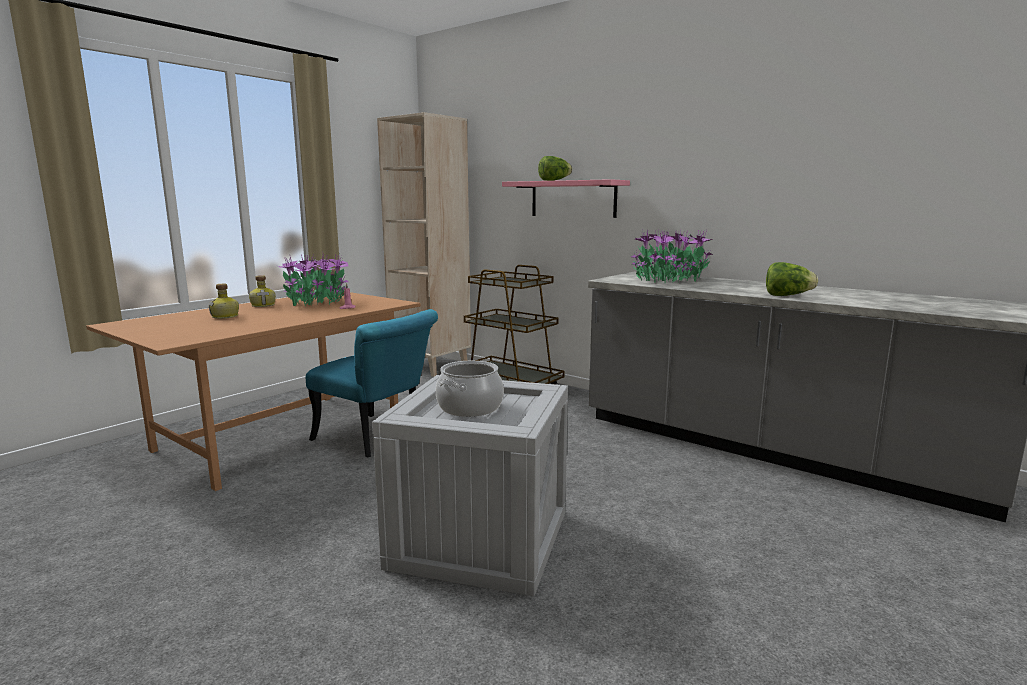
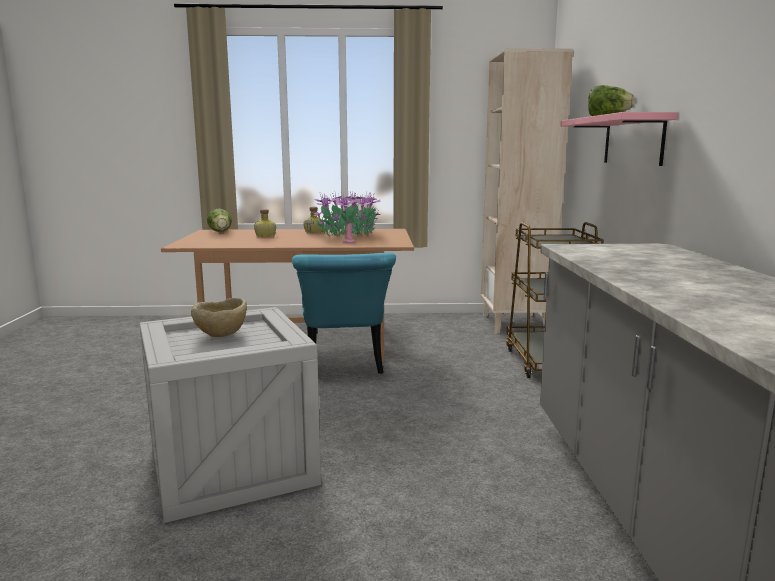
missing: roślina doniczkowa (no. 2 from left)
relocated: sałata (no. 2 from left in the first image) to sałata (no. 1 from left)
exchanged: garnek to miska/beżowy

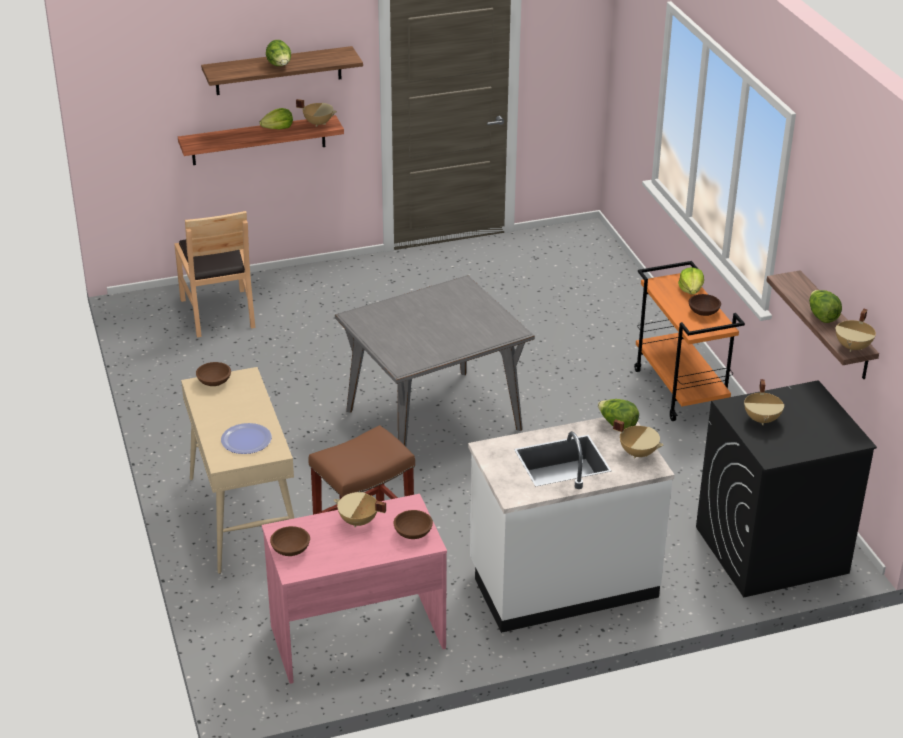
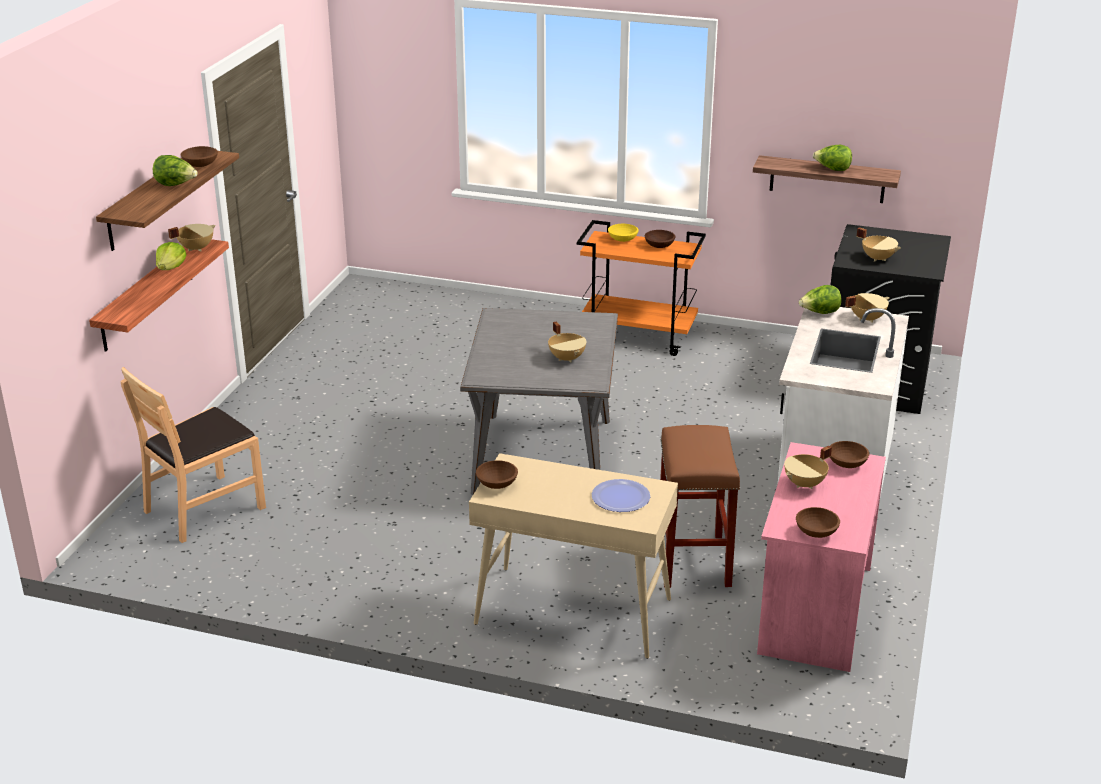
appeared: miska/brązowy (no. 1 from left)
relocated: garnek/beżowy (no. 5 from left in the first image) to garnek/beżowy (no. 2 from left)
exchanged: sałata (no. 4 from left) to miska/żółty
spun: krzesło/brązowy 120 degrees clockwise

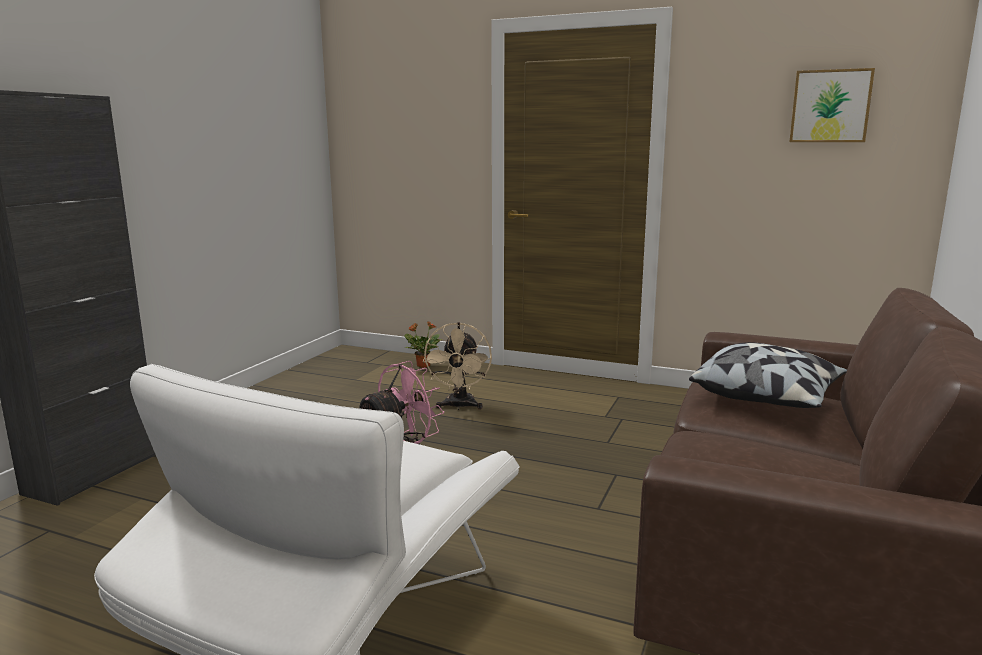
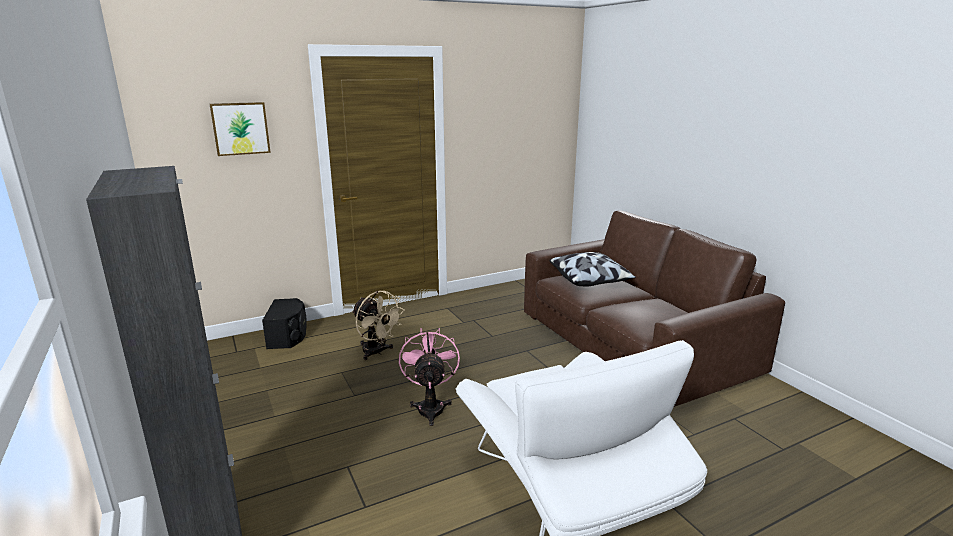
relocated: obraz
exchanged: roślina doniczkowa to głośnik/czarny

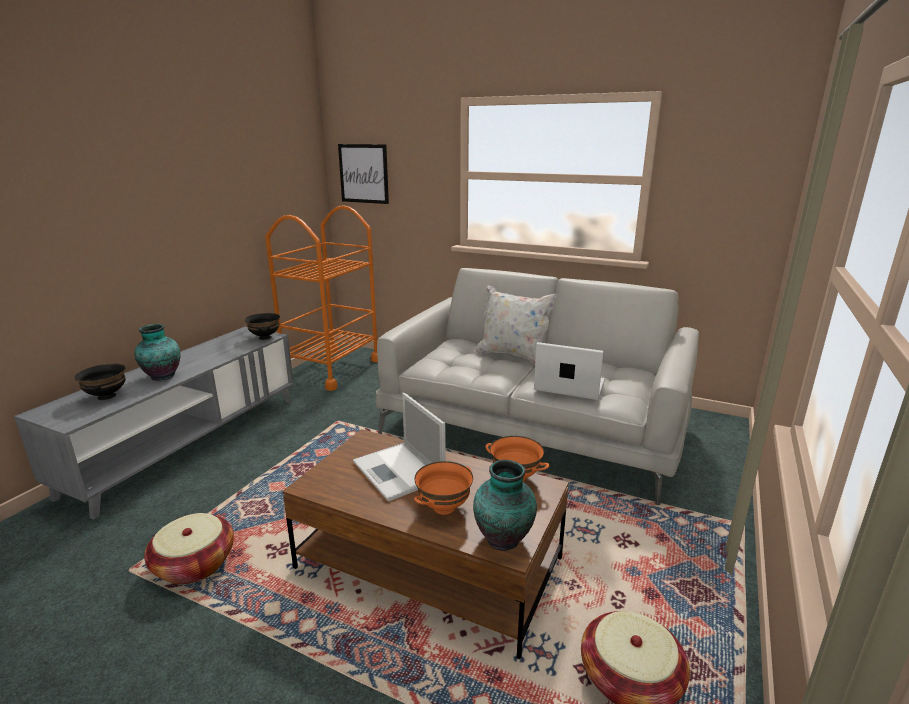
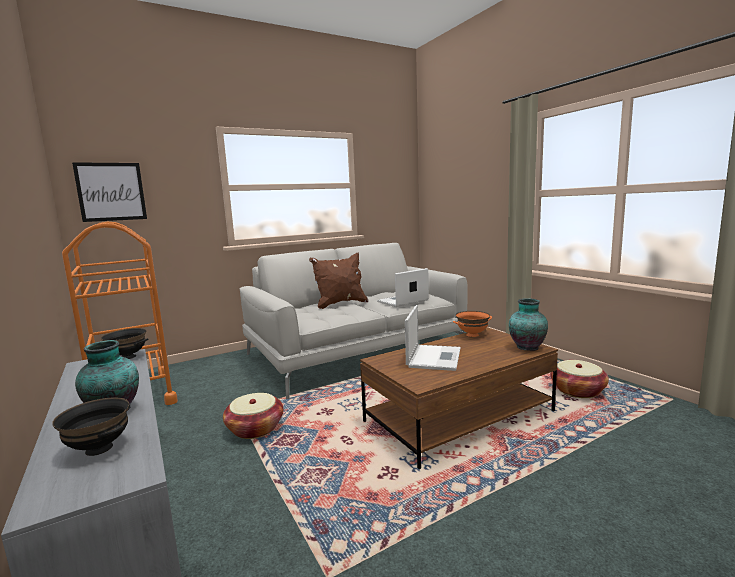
missing: miska/pomarańczowy (no. 1 from left)
relocated: koszyk (no. 1 from left)
colour: poduszka/biały to poduszka/brązowy
spun: laptop (no. 1 from left in the first image) 75 degrees counterclockwise

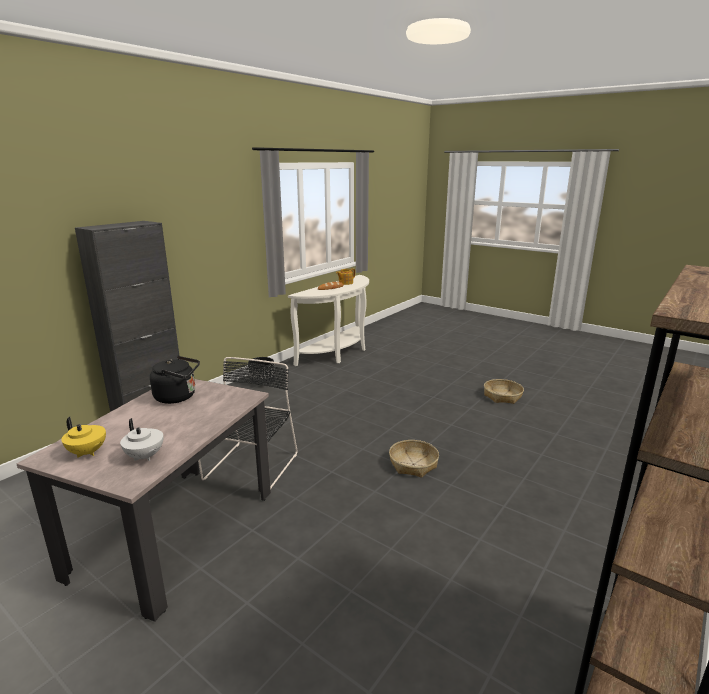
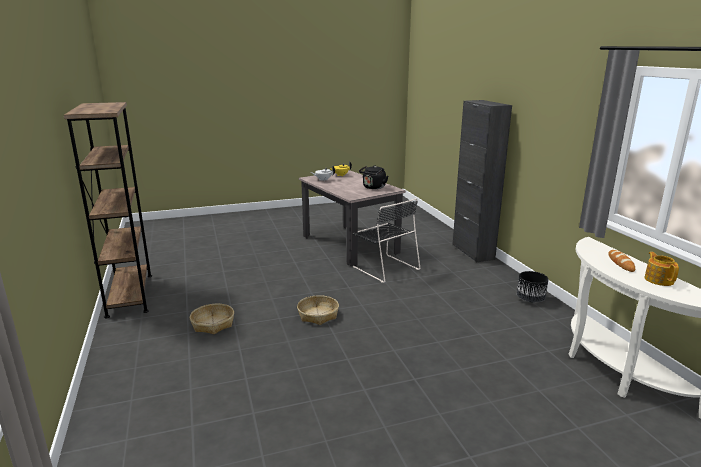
relocated: koszyk (no. 2 from left in the first image) to koszyk (no. 1 from left)

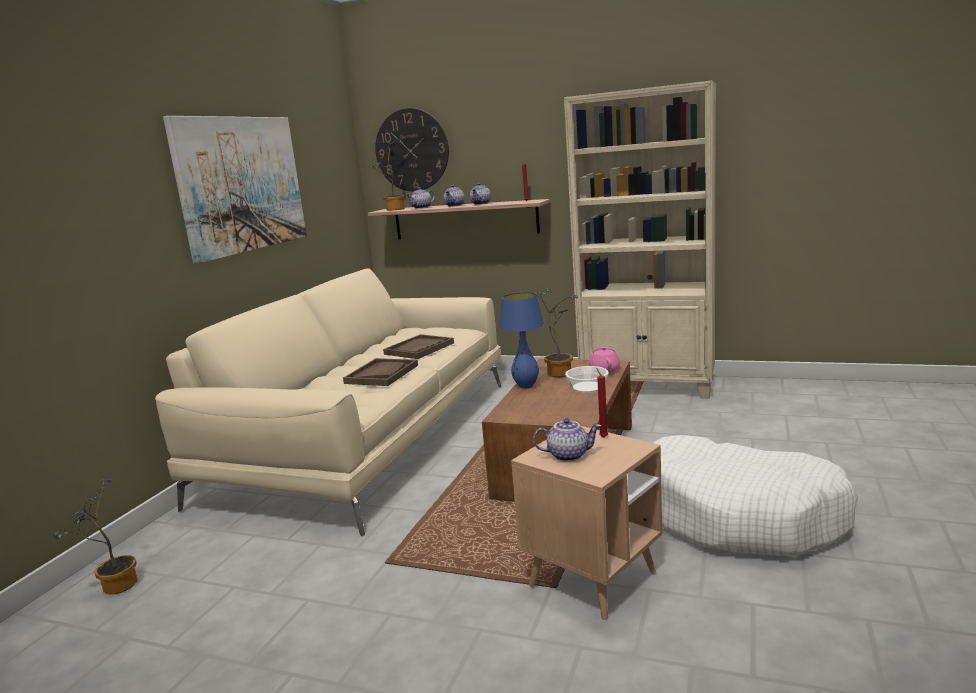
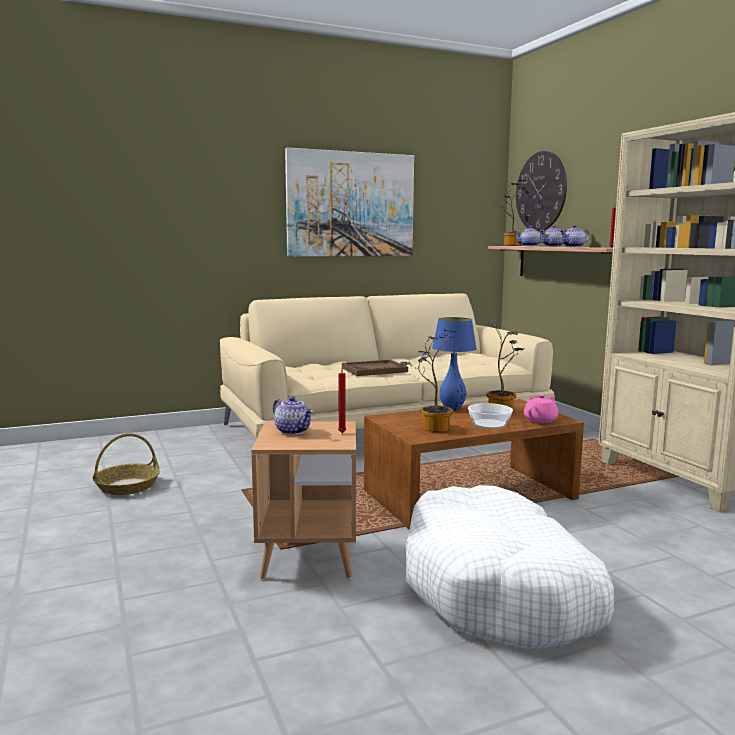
missing: taca/brązowy (no. 2 from left)
appeared: koszyk
relocated: roślina doniczkowa (no. 1 from left)

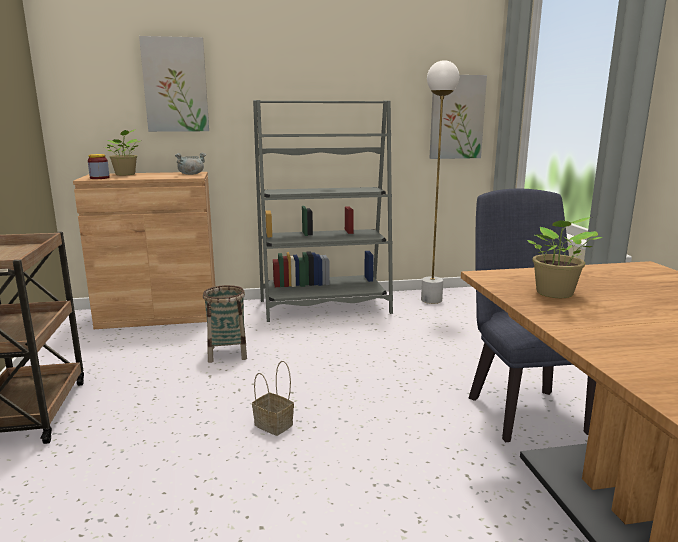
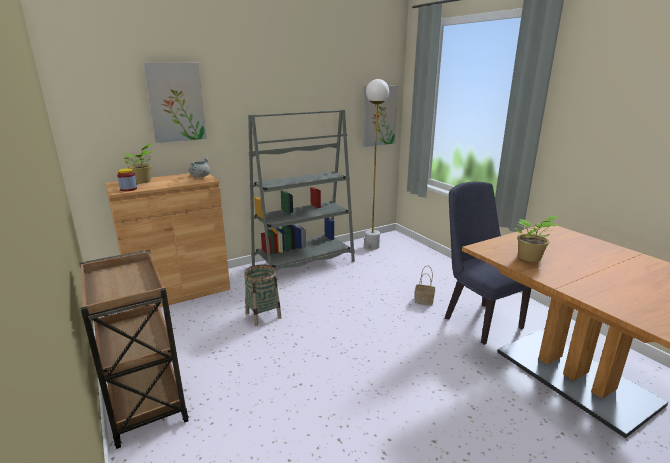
relocated: koszyk (no. 2 from left)

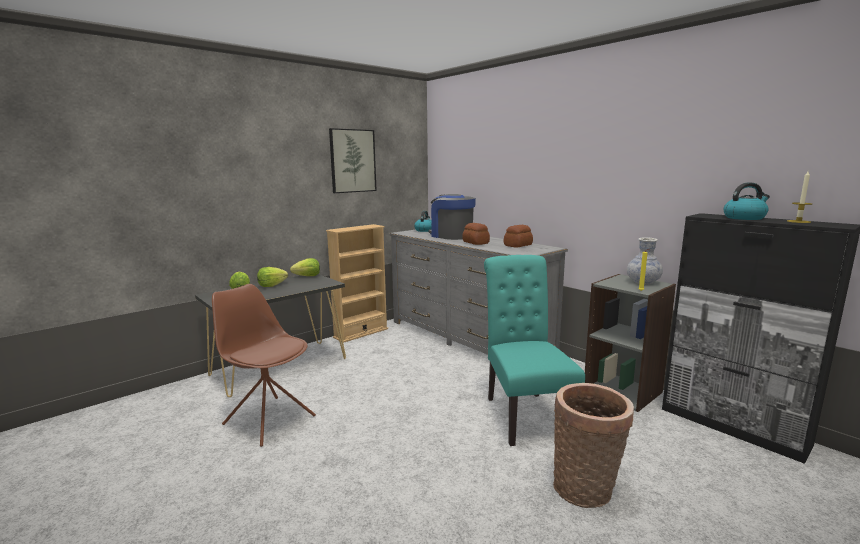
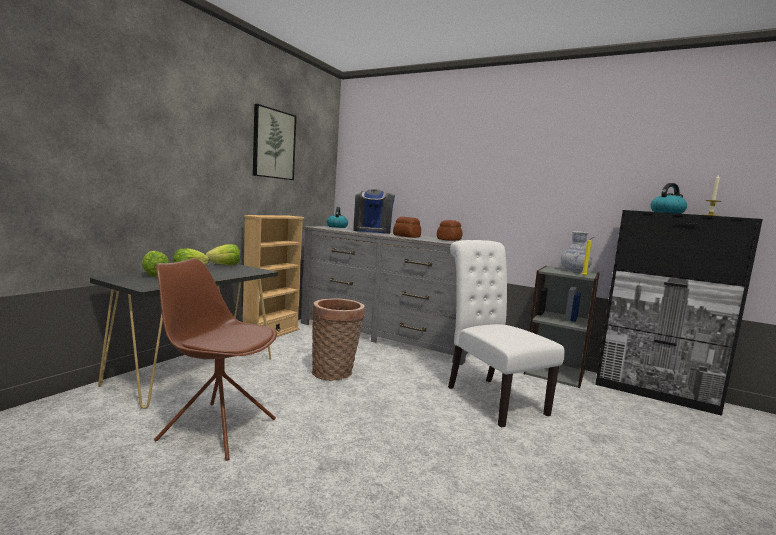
relocated: koszyk
colour: krzesło/turkusowy to krzesło/biały
spun: ekspres do kawy 120 degrees counterclockwise

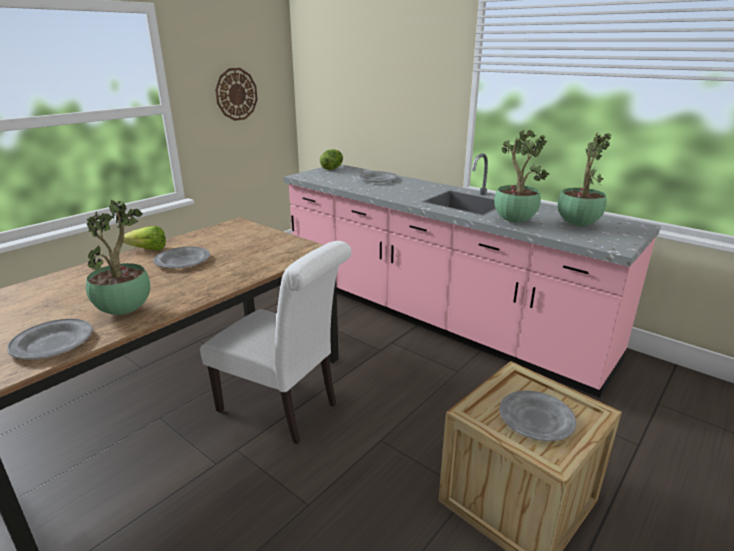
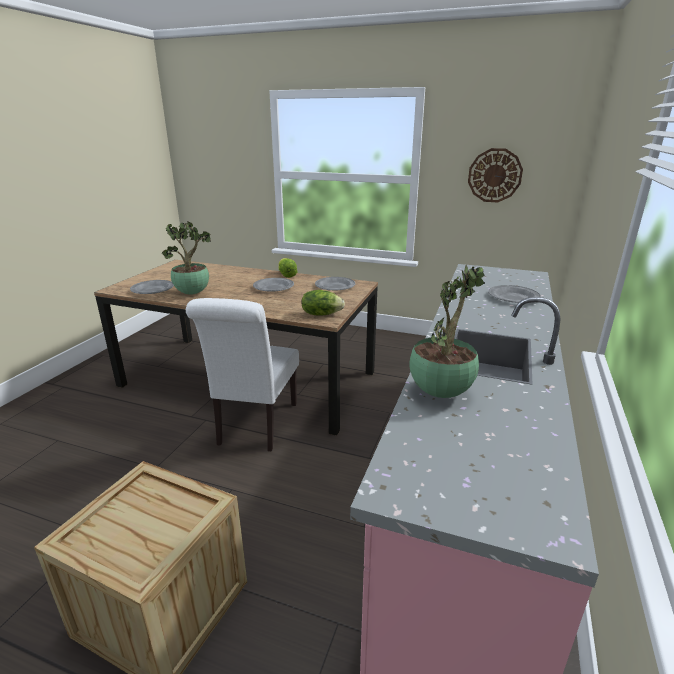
missing: roślina doniczkowa (no. 3 from left)
relocated: sałata (no. 2 from left); talerz/szary (no. 4 from left in the first image) to talerz/szary (no. 3 from left)

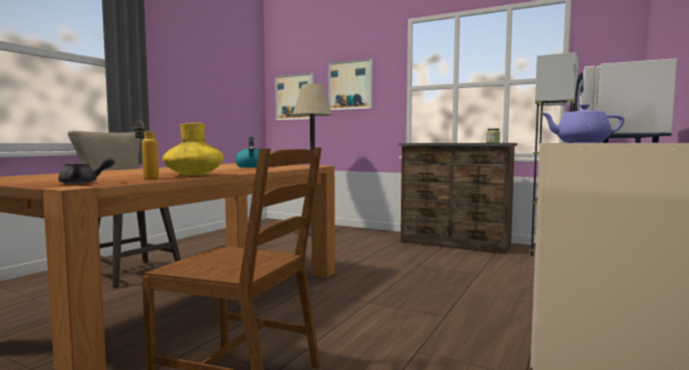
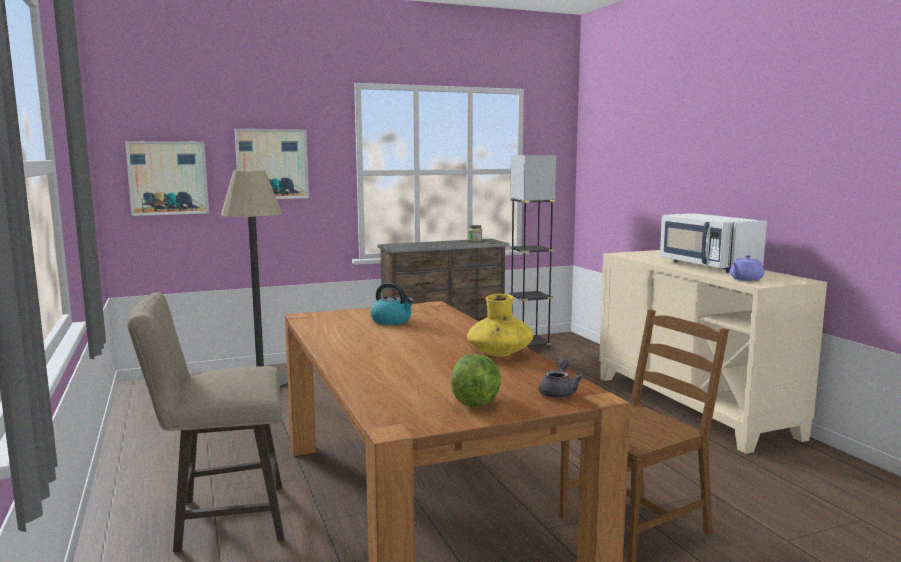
missing: butelka
appeared: sałata

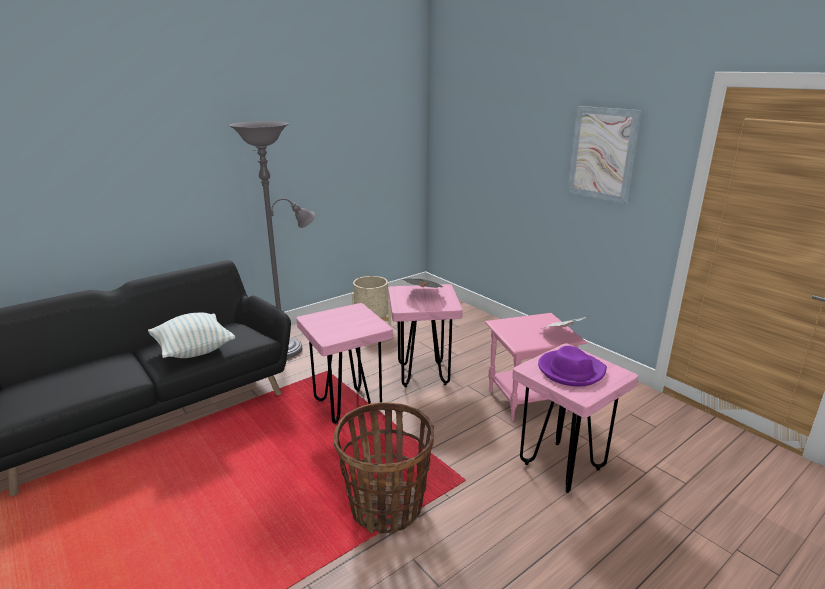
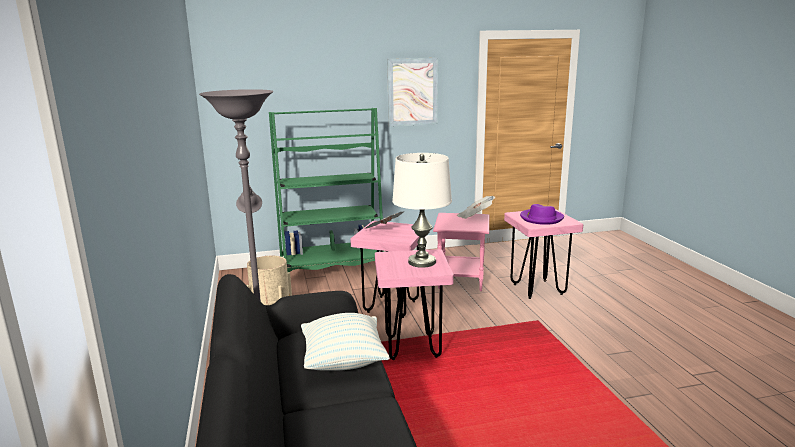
missing: koszyk
appeared: regał/zielony; lampa stołowa/biały

